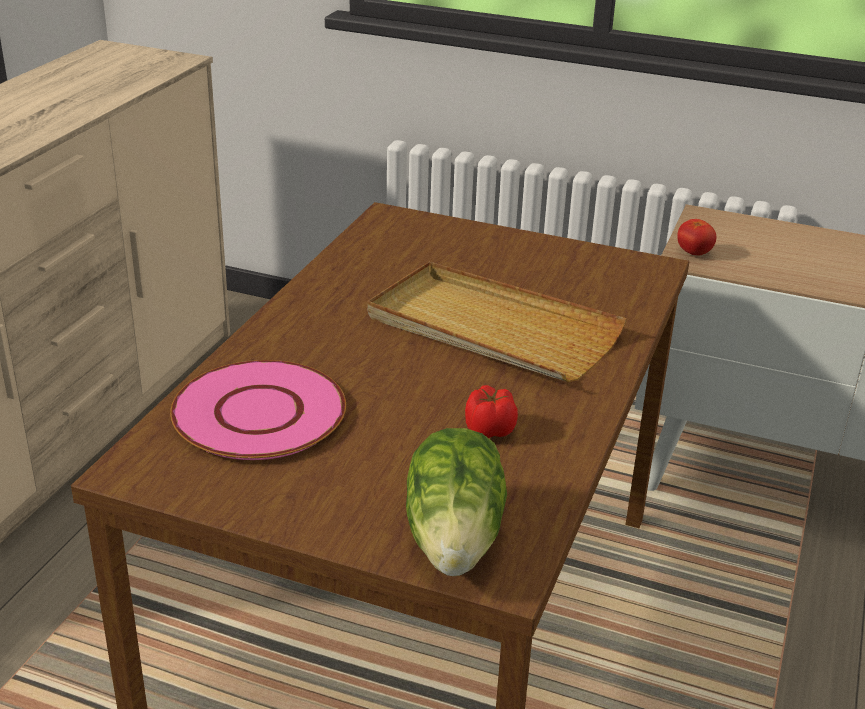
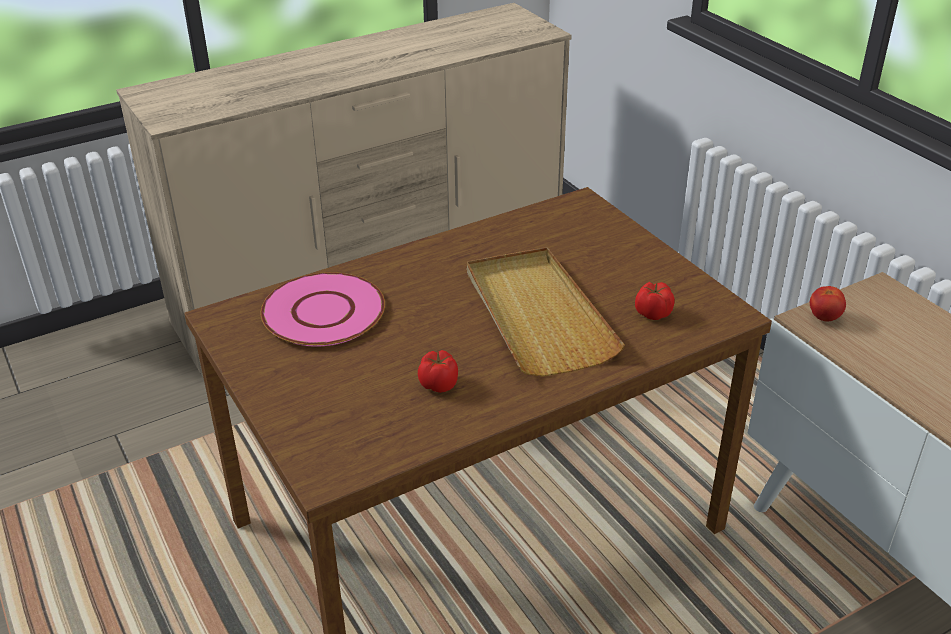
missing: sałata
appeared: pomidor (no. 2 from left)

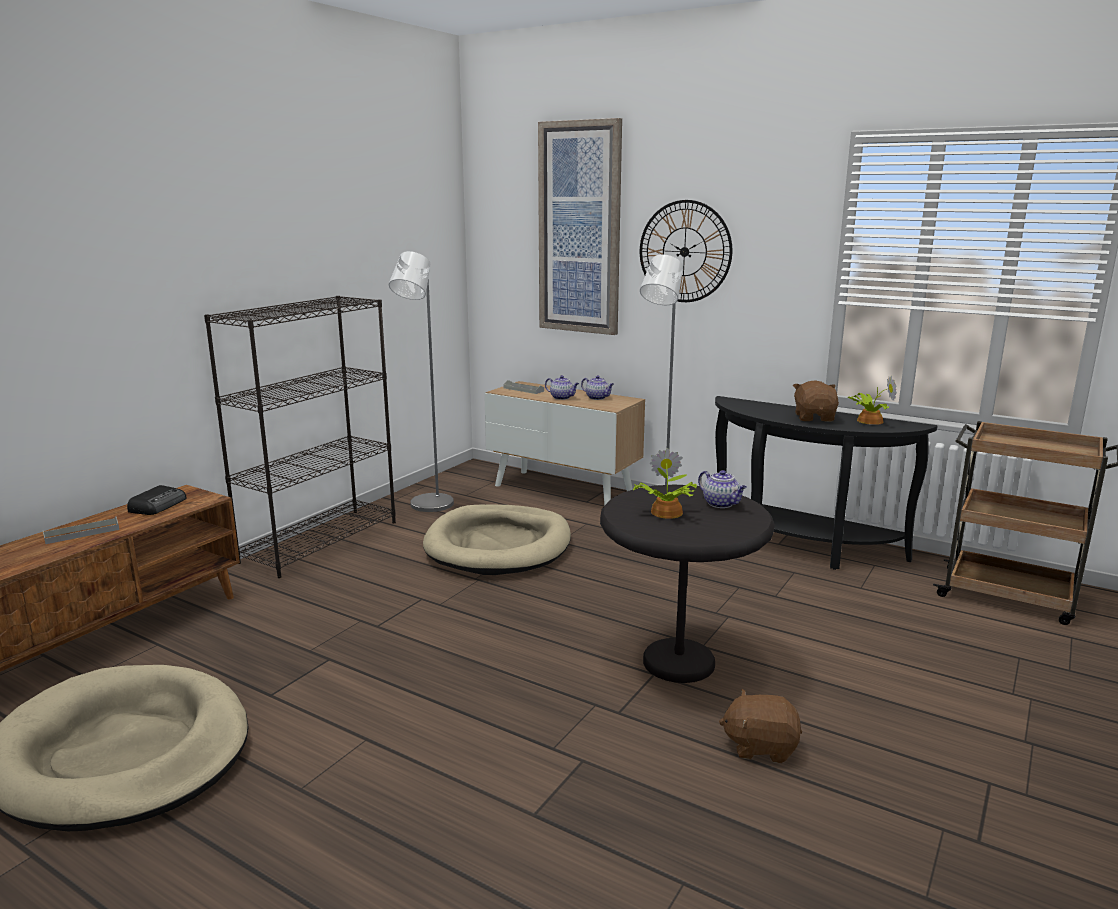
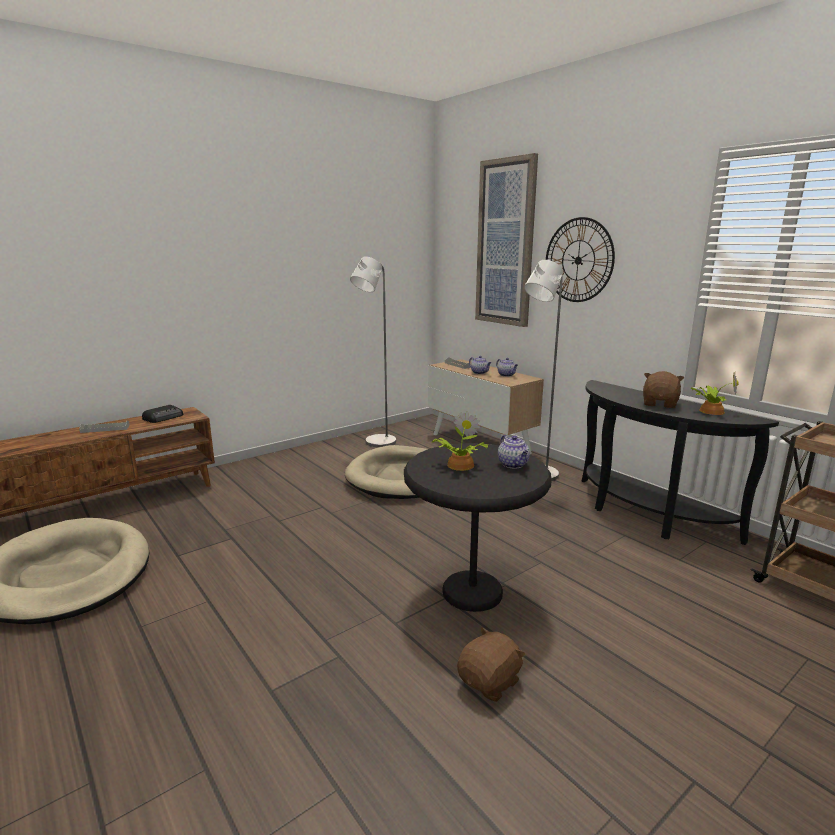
missing: regał/czarny
spun: pluszak/brązowy (no. 1 from left) 105 degrees clockwise

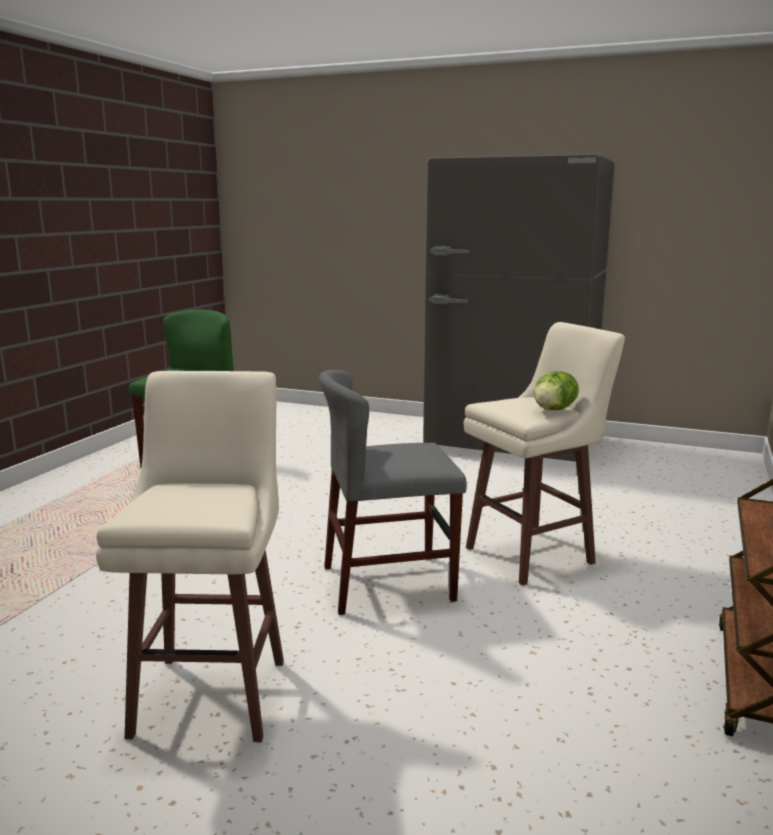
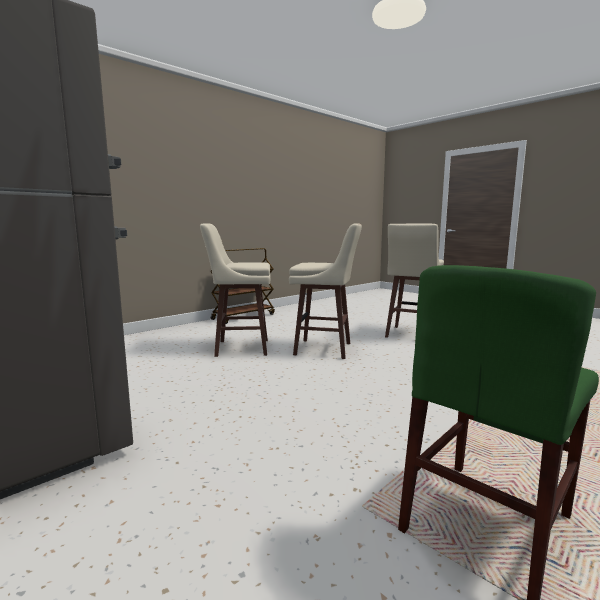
missing: sałata
exchanged: krzesło/szary to stołek/beżowy (no. 2 from left)

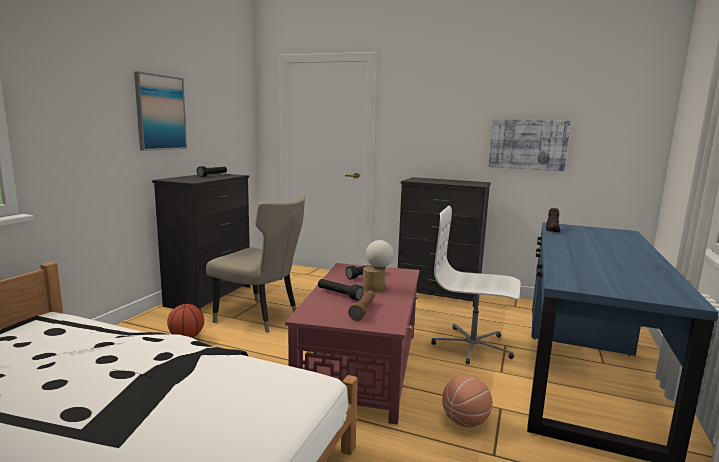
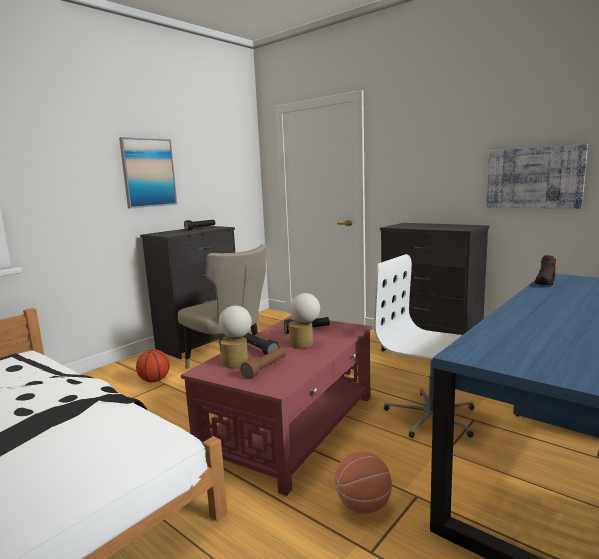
appeared: lampa stołowa (no. 1 from left)

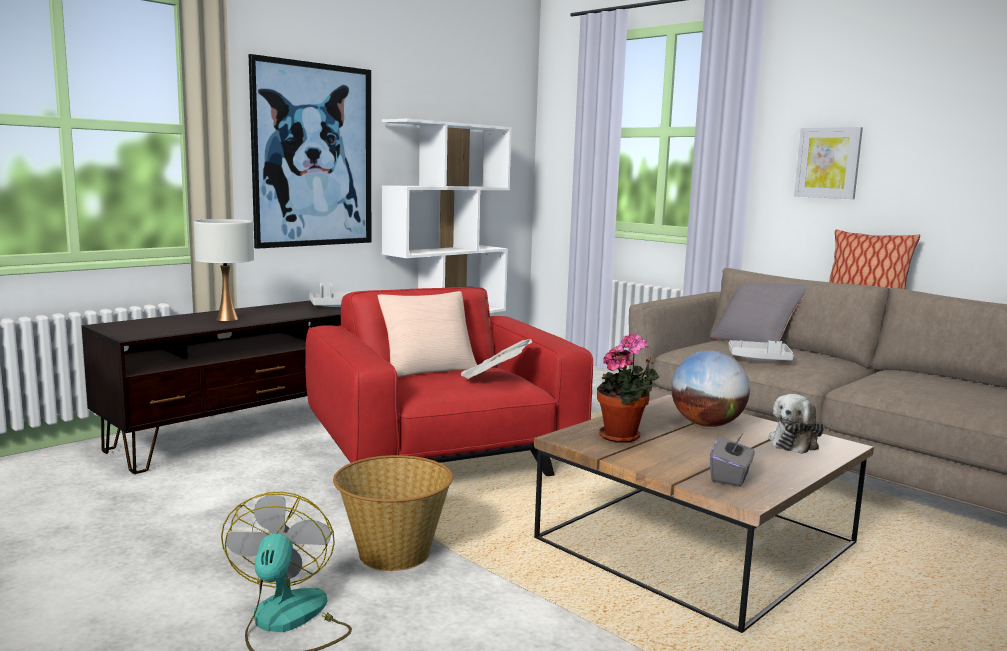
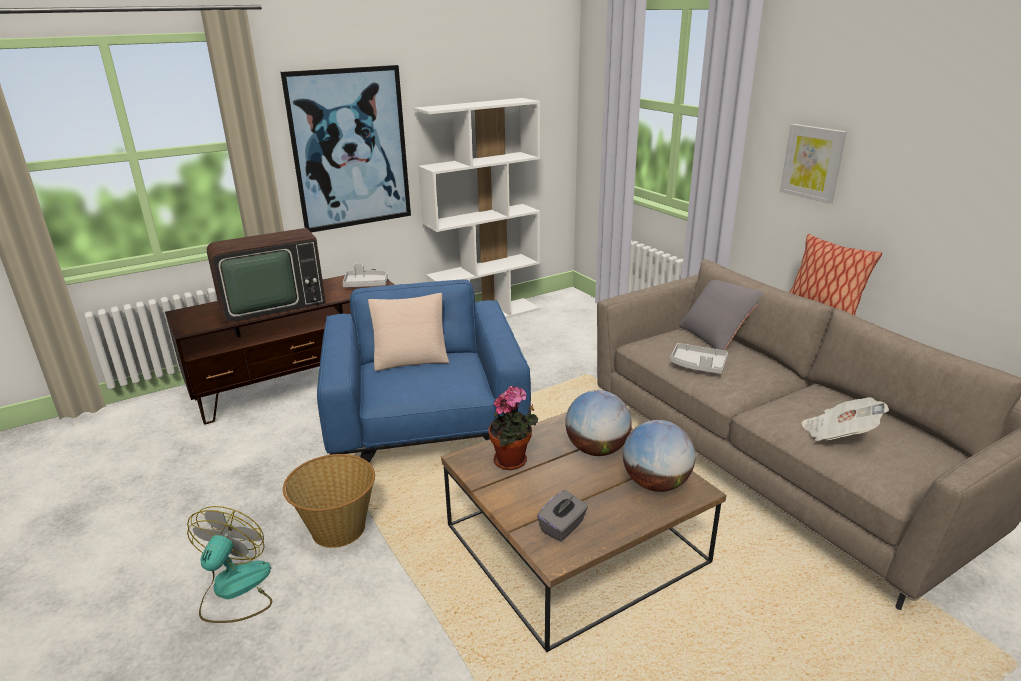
relocated: gazeta
exchanged: lampa stołowa/biały to telewizor; pluszak to globus (no. 2 from left)
colour: fotel/czerwony to fotel/niebieski

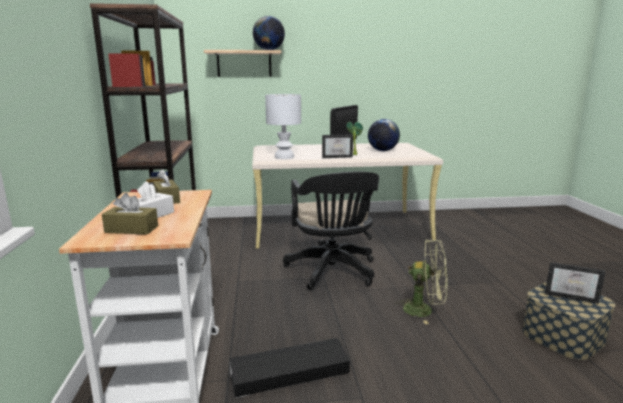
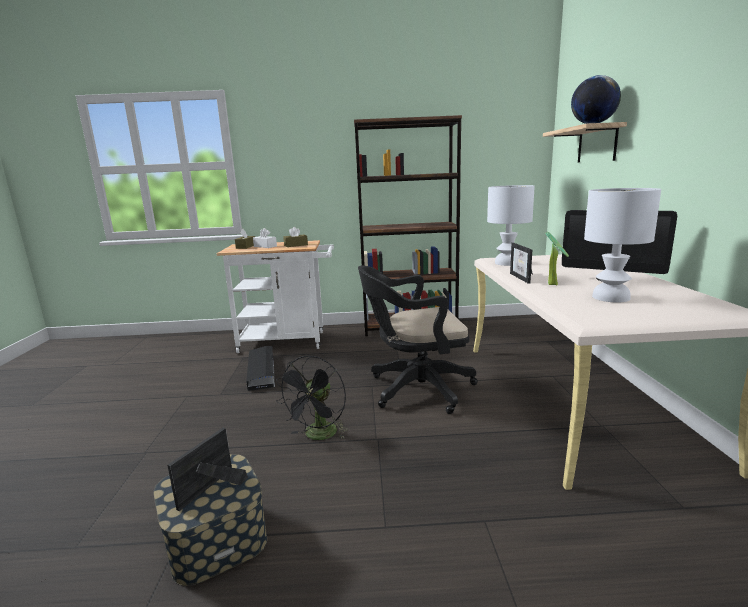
exchanged: globus (no. 2 from left) to lampa stołowa/biały (no. 2 from left)
colour: wentylator/zielony to wentylator/czarny

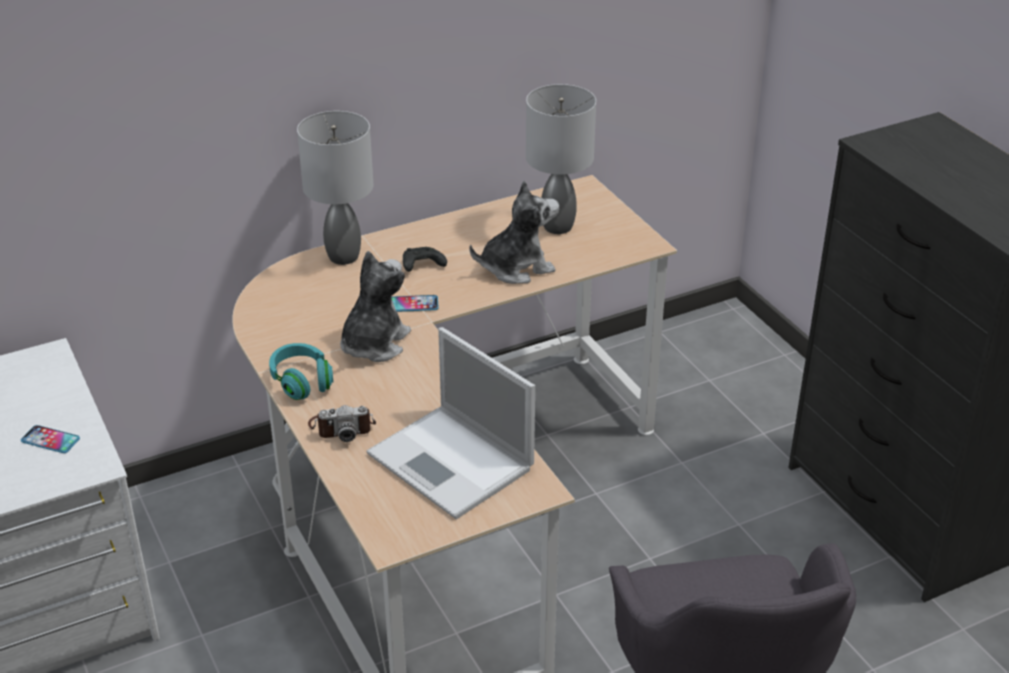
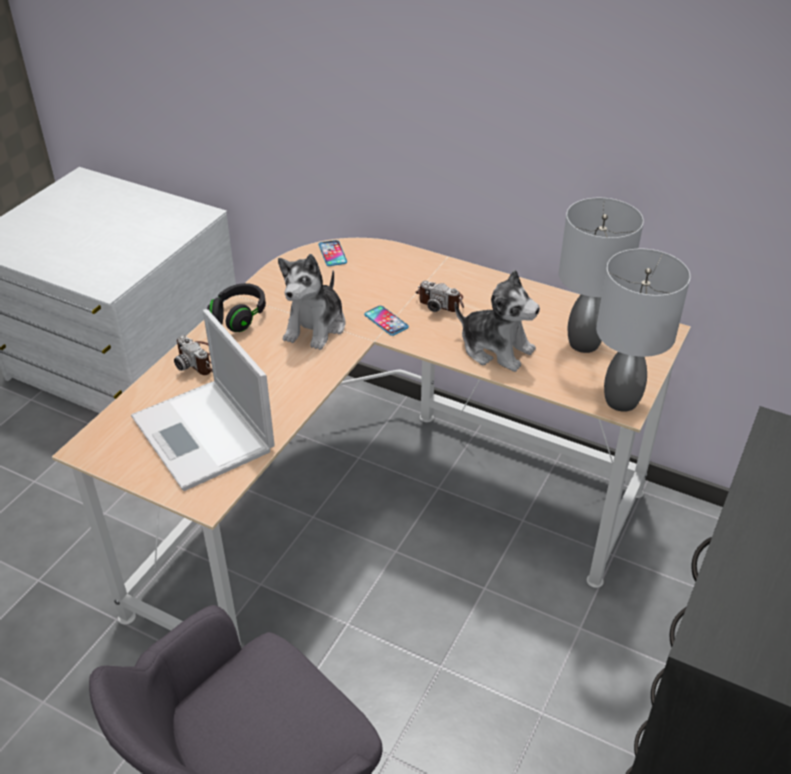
relocated: telefon (no. 1 from left); lampa stołowa/szary (no. 1 from left in the first image) to lampa stołowa/szary (no. 2 from left)
exchanged: pad do gier/czarny to aparat fotograficzny (no. 2 from left)
colour: słuchawki/turkusowy to słuchawki/czarny
spun: pluszak (no. 1 from left) 120 degrees clockwise; laptop 45 degrees counterclockwise

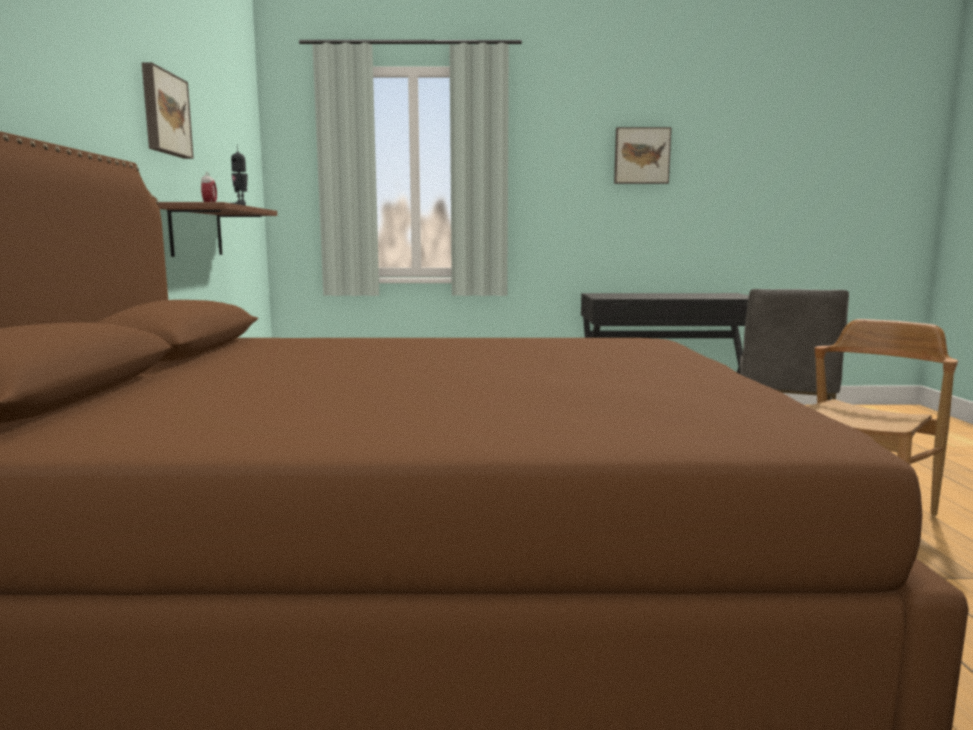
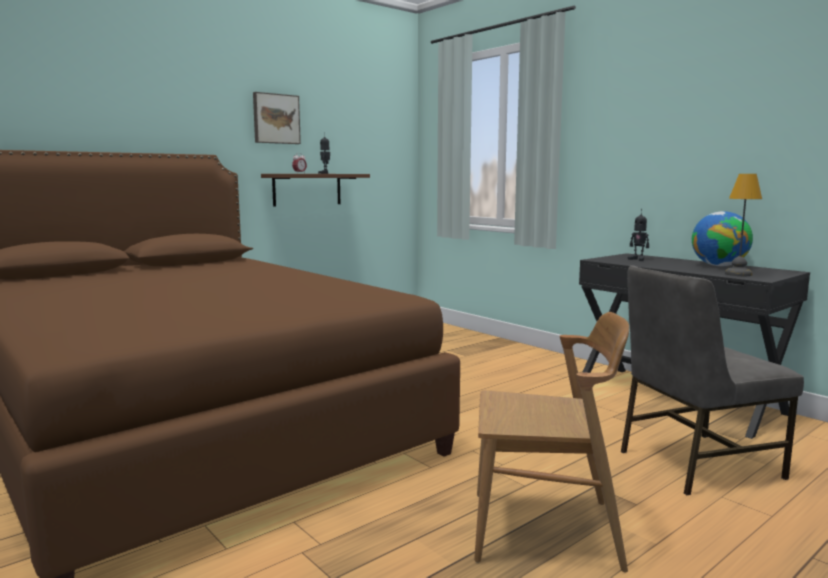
missing: obraz (no. 2 from left)
appeared: robot zabawkowy (no. 2 from left); globus; lampa stołowa

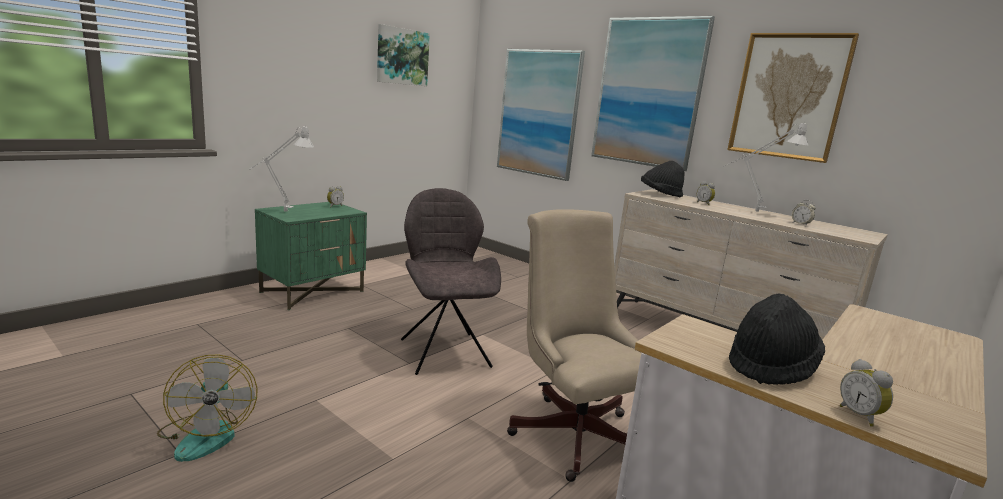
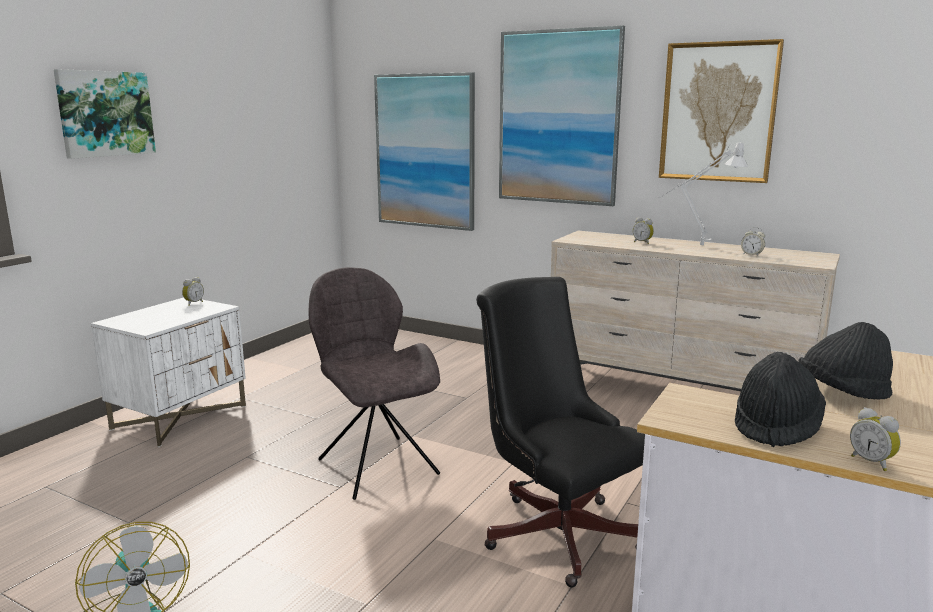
missing: lampa stołowa/szary (no. 1 from left)
relocated: obraz (no. 1 from left); kapelusz/czarny (no. 1 from left in the first image) to kapelusz/czarny (no. 2 from left)
colour: szafka nocna/zielony to szafka nocna/biały; krzesło biurowe/beżowy to krzesło biurowe/czarny

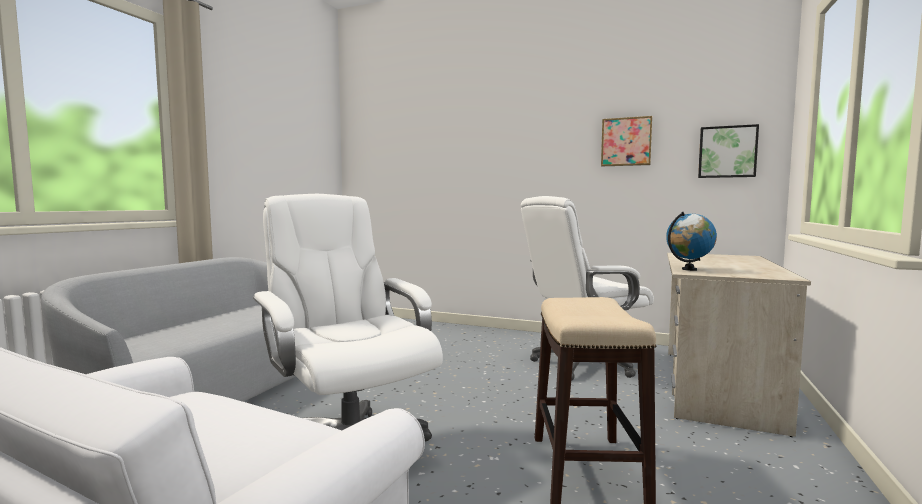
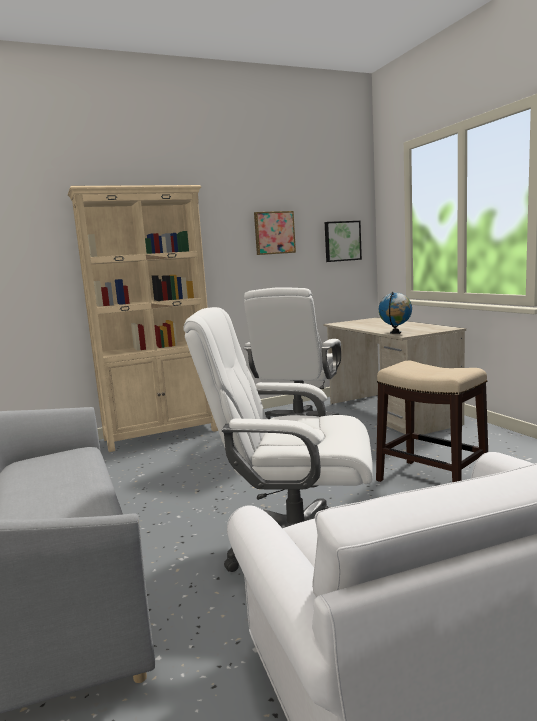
appeared: regał/beżowy

